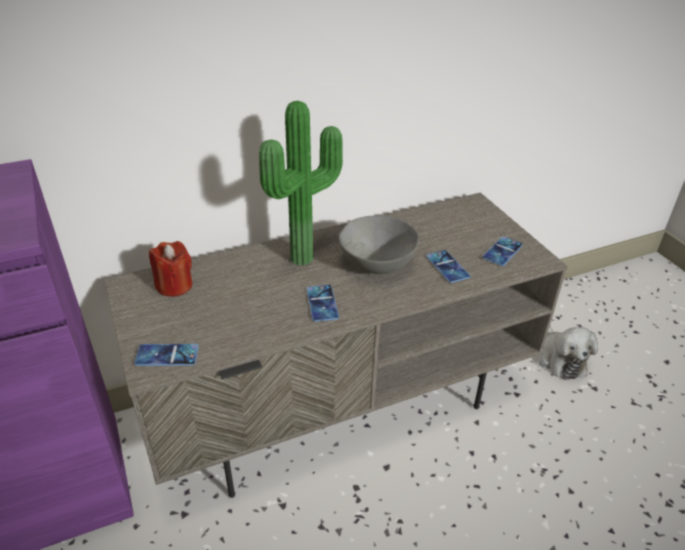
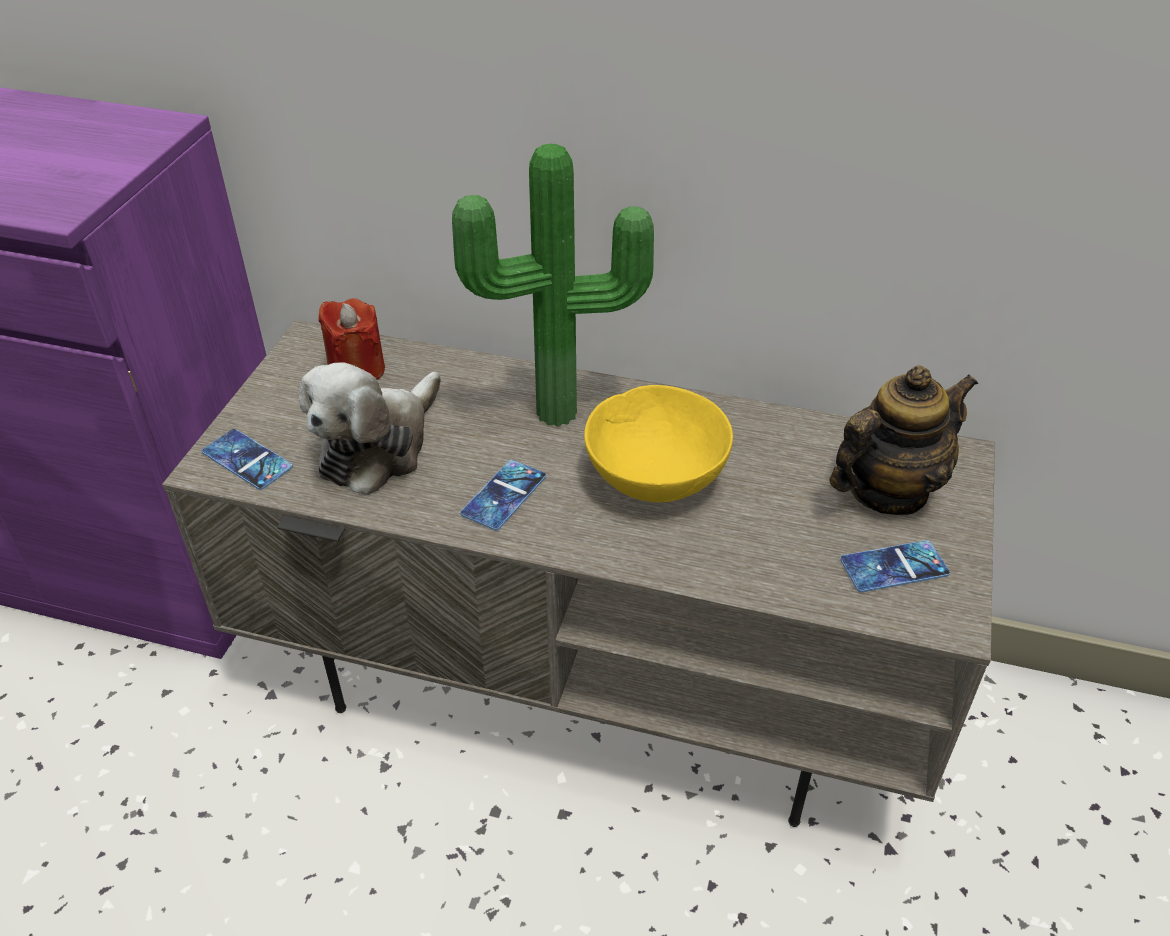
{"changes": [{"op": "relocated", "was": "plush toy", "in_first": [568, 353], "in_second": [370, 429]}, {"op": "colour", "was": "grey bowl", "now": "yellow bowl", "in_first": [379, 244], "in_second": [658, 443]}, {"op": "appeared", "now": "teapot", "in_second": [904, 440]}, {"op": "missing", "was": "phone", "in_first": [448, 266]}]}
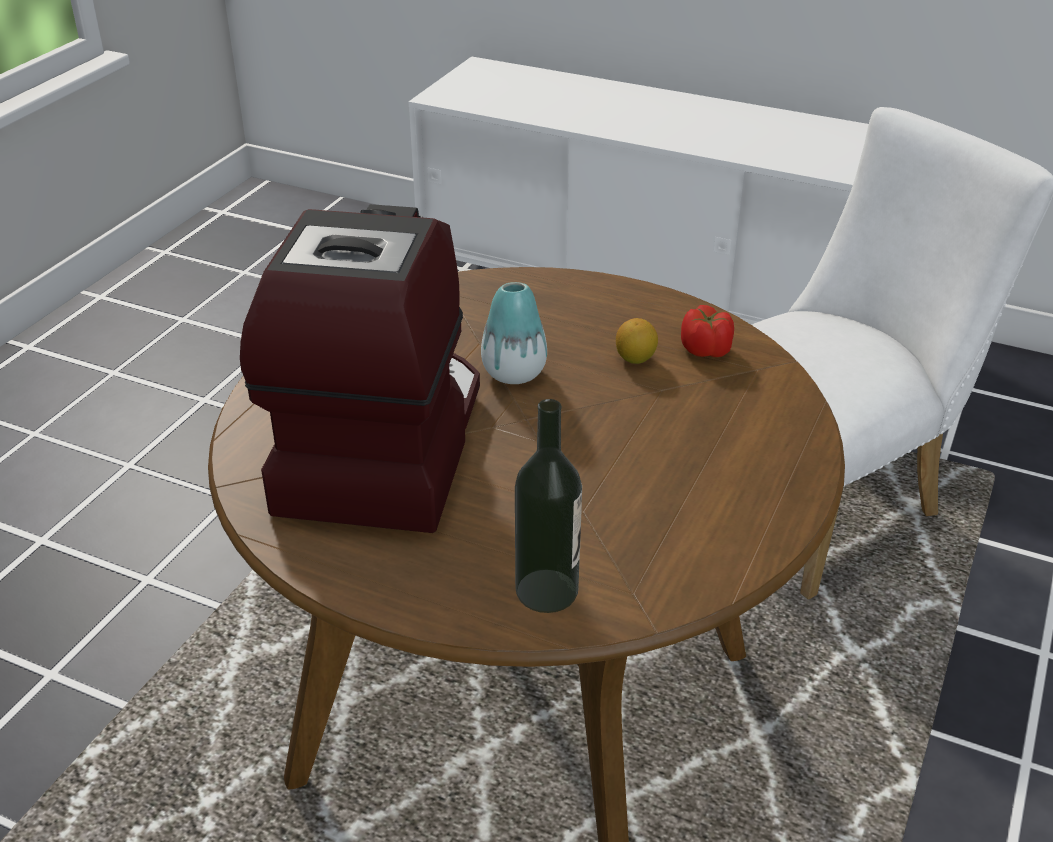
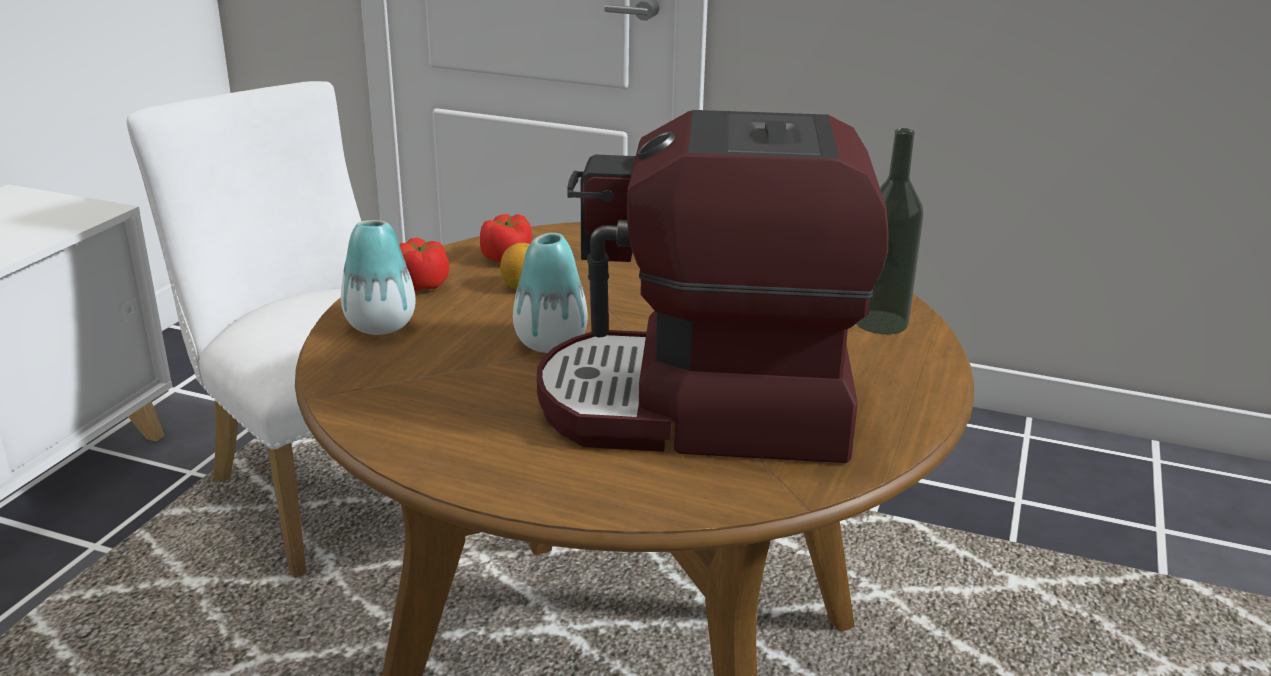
{"changes": [{"op": "appeared", "now": "vase", "in_second": [378, 277]}, {"op": "appeared", "now": "tomato", "in_second": [424, 264]}]}
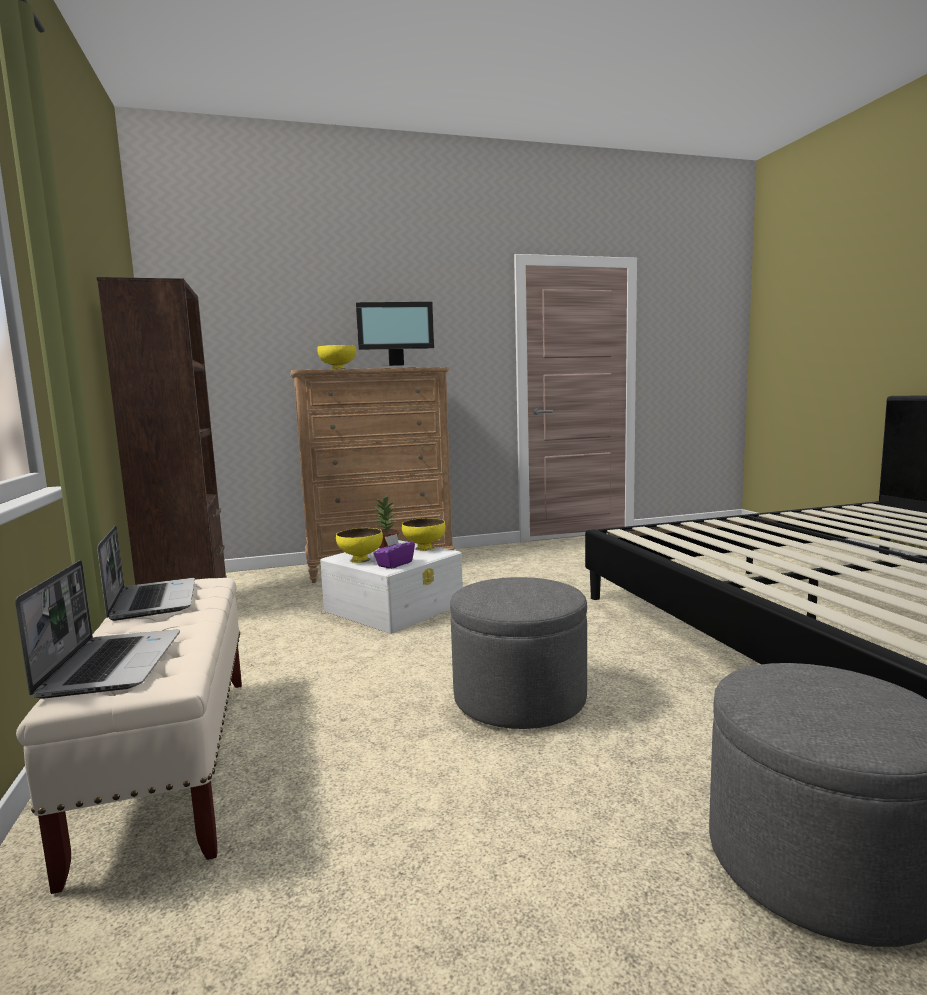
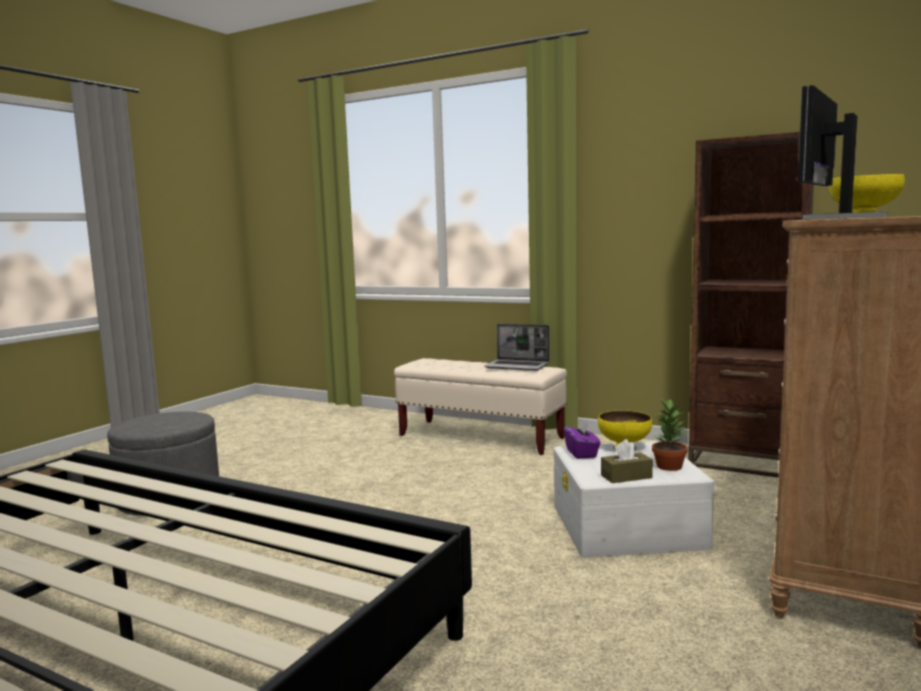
{"changes": [{"op": "exchanged", "was": "yellow bowl", "now": "brown tissue box", "in_first": [424, 534], "in_second": [627, 461]}, {"op": "missing", "was": "laptop", "in_first": [97, 629]}, {"op": "missing", "was": "grey ottoman", "in_first": [518, 653]}]}
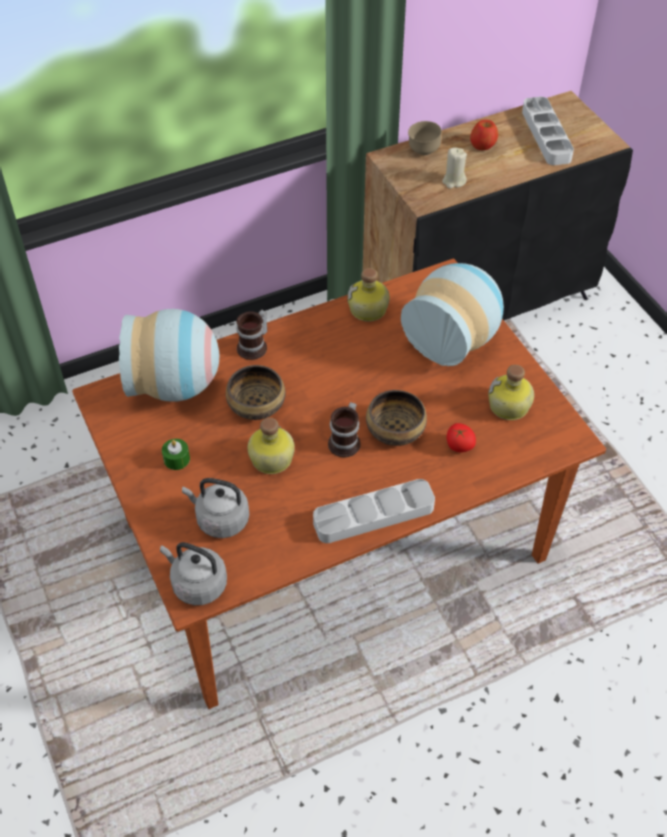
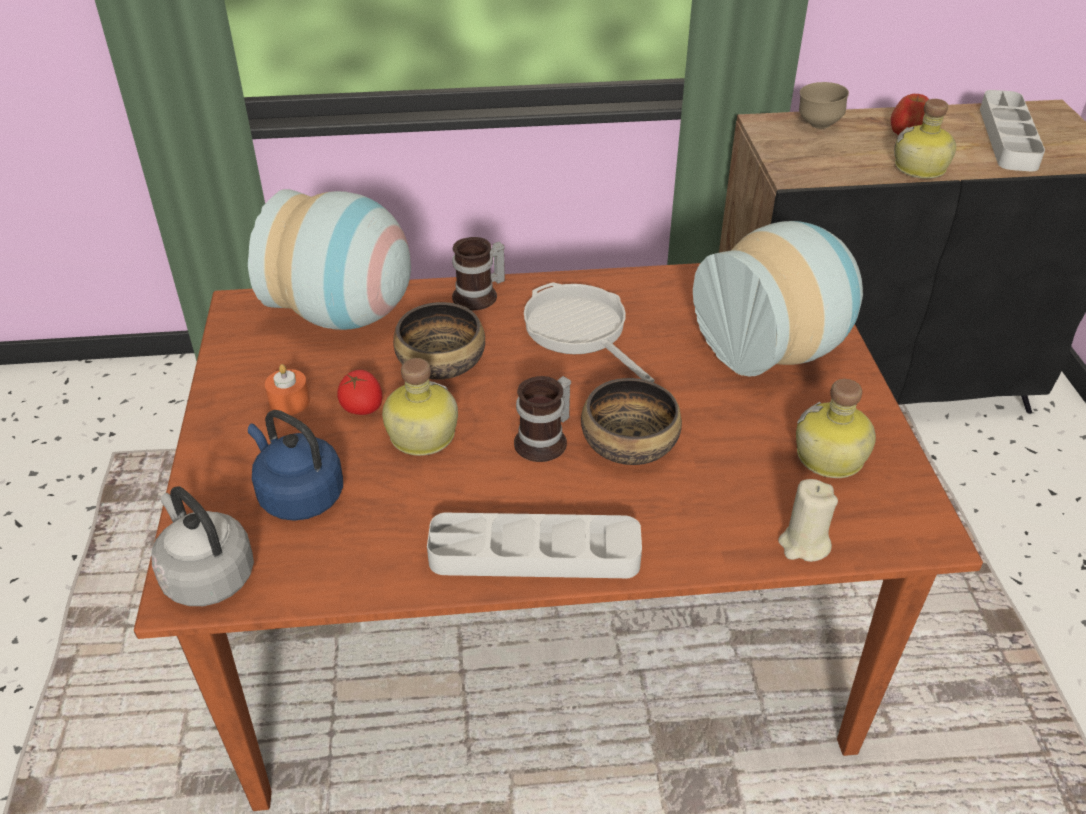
{"changes": [{"op": "colour", "was": "grey kettle", "now": "blue kettle", "in_first": [215, 508], "in_second": [295, 465]}, {"op": "colour", "was": "green candle", "now": "orange candle", "in_first": [176, 454], "in_second": [287, 389]}, {"op": "relocated", "was": "tomato", "in_first": [461, 437], "in_second": [359, 392]}, {"op": "appeared", "now": "frying pan", "in_second": [589, 332]}, {"op": "relocated", "was": "beige candle", "in_first": [454, 168], "in_second": [808, 520]}, {"op": "relocated", "was": "bottle", "in_first": [368, 294], "in_second": [925, 139]}]}
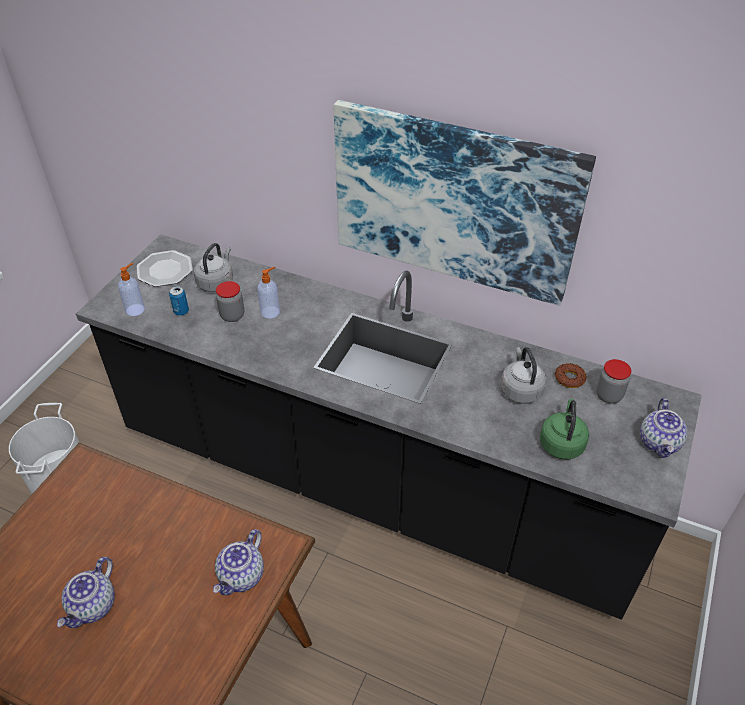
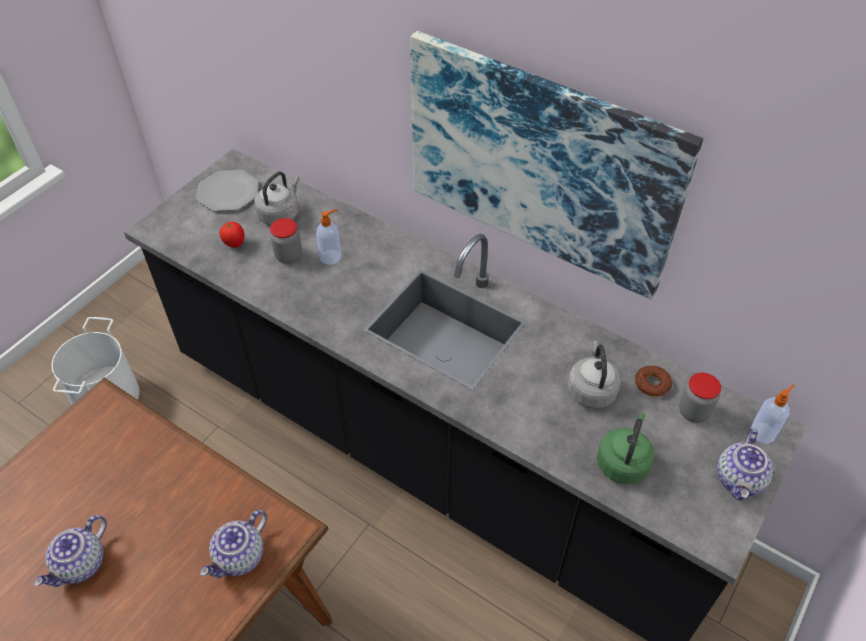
{"changes": [{"op": "exchanged", "was": "can", "now": "tomato", "in_first": [179, 301], "in_second": [232, 235]}, {"op": "relocated", "was": "soap dispenser", "in_first": [131, 289], "in_second": [772, 414]}]}
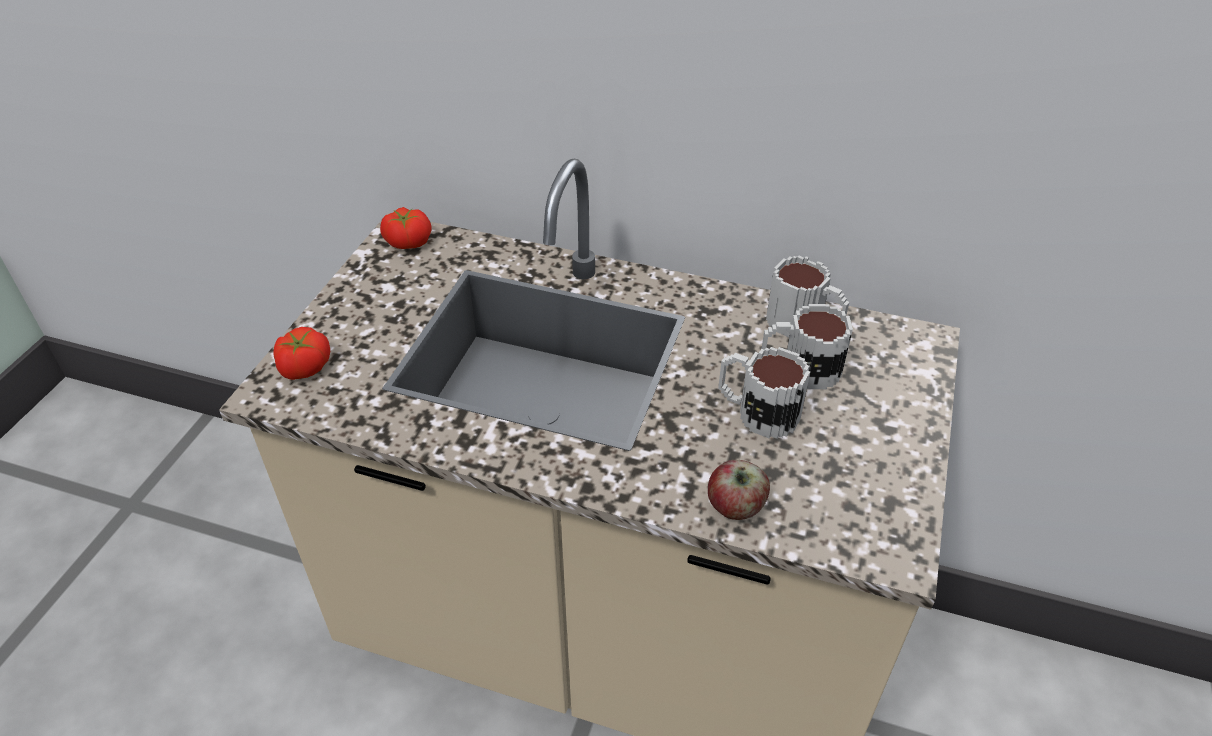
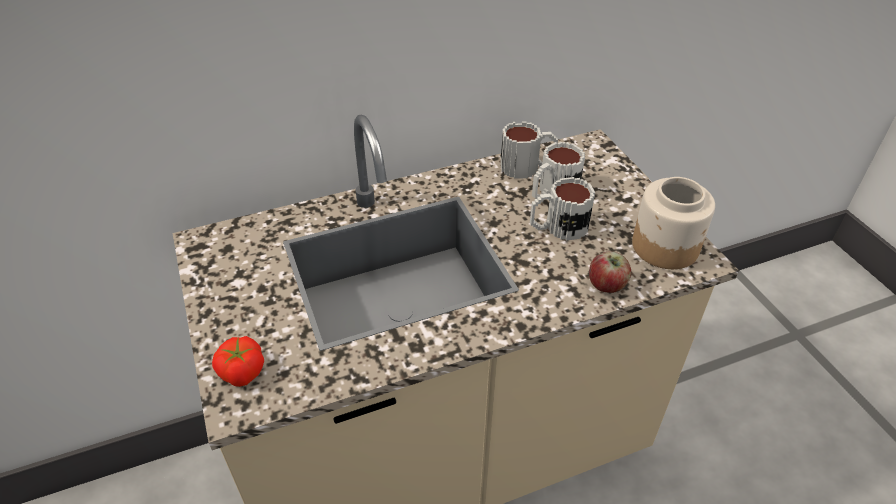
{"changes": [{"op": "appeared", "now": "jar", "in_second": [673, 223]}, {"op": "missing", "was": "tomato", "in_first": [406, 228]}]}
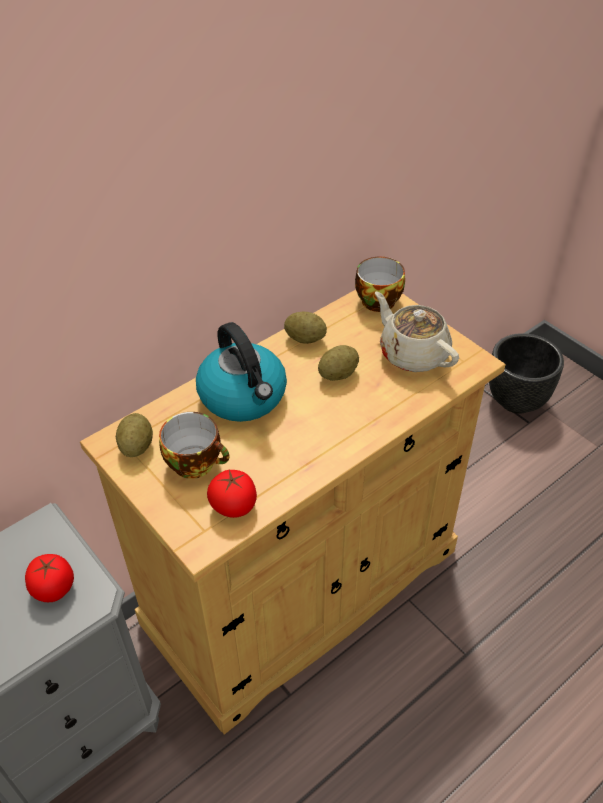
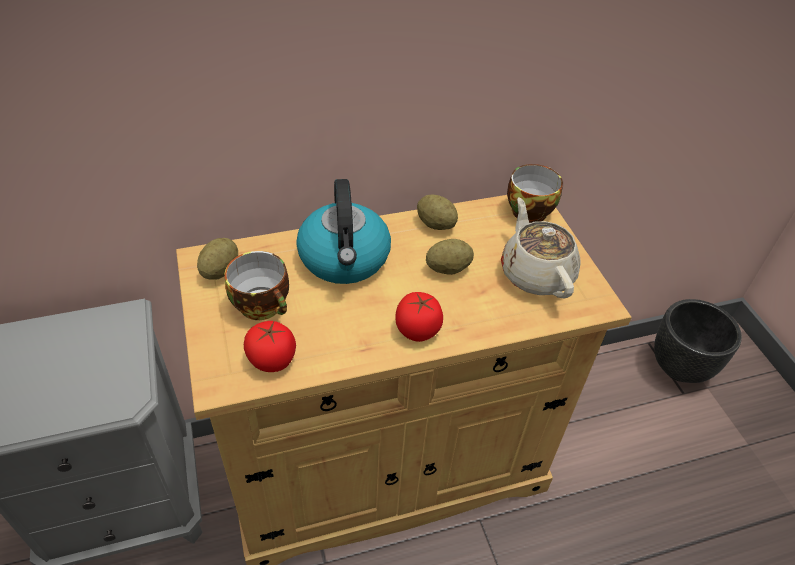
{"changes": [{"op": "relocated", "was": "tomato", "in_first": [49, 578], "in_second": [419, 317]}]}
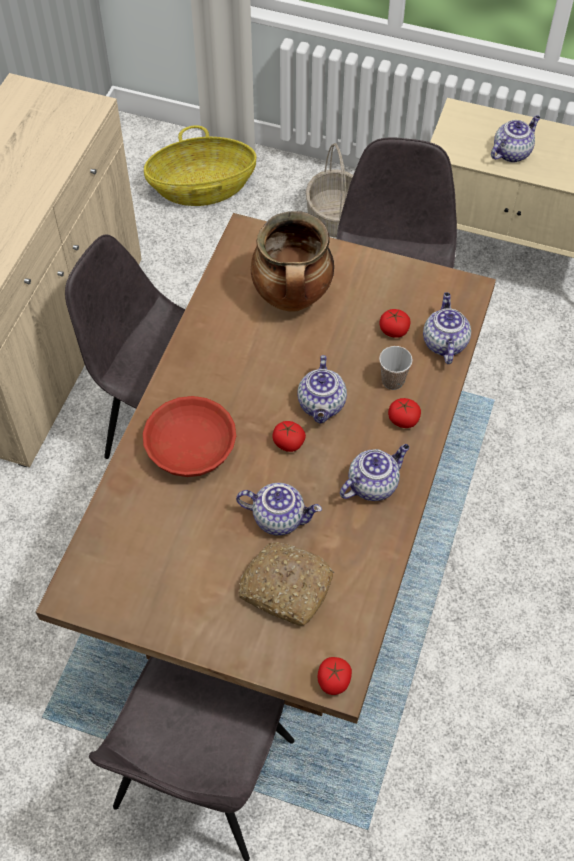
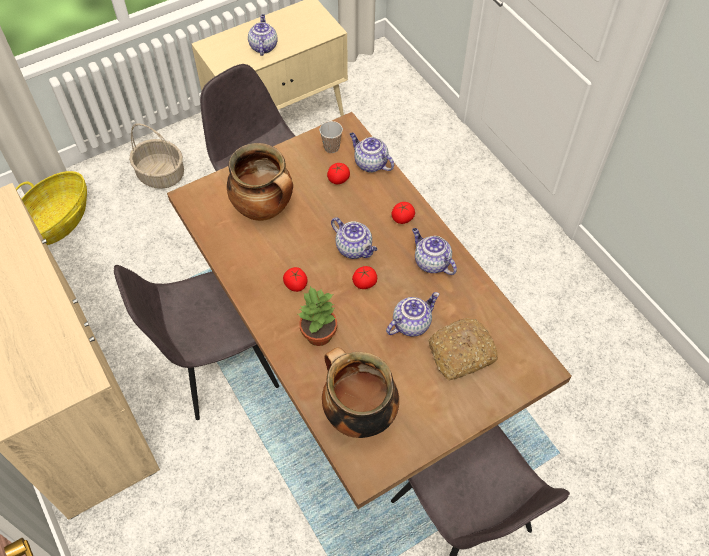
{"changes": [{"op": "relocated", "was": "tomato", "in_first": [335, 676], "in_second": [295, 279]}, {"op": "exchanged", "was": "red bowl", "now": "potted plant", "in_first": [189, 436], "in_second": [317, 316]}, {"op": "relocated", "was": "cup", "in_first": [396, 368], "in_second": [331, 137]}, {"op": "appeared", "now": "cooking pot", "in_second": [360, 392]}, {"op": "spun", "was": "teapot", "in_first": [374, 472], "in_second": [434, 251], "clockwise": -45}]}
